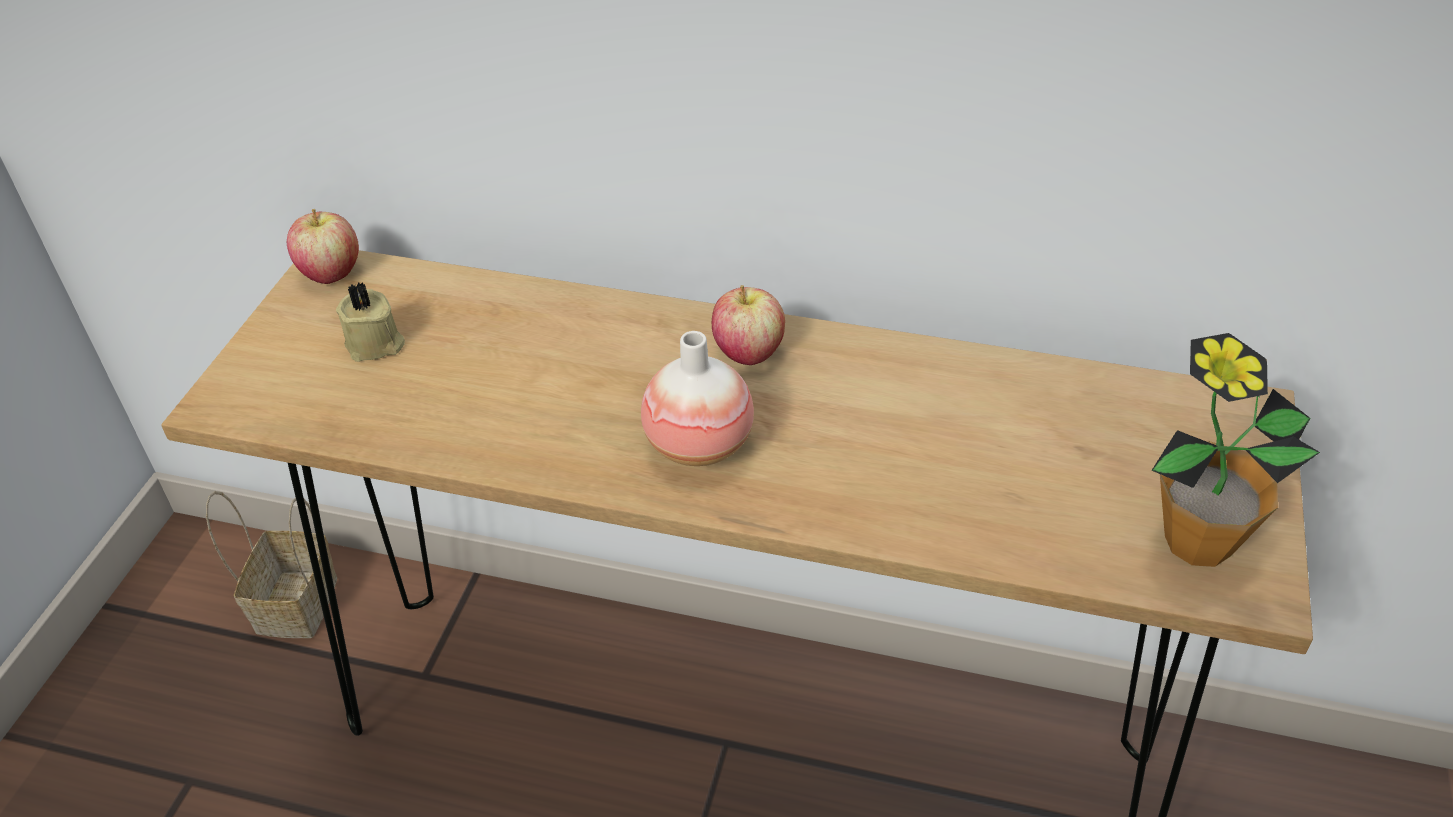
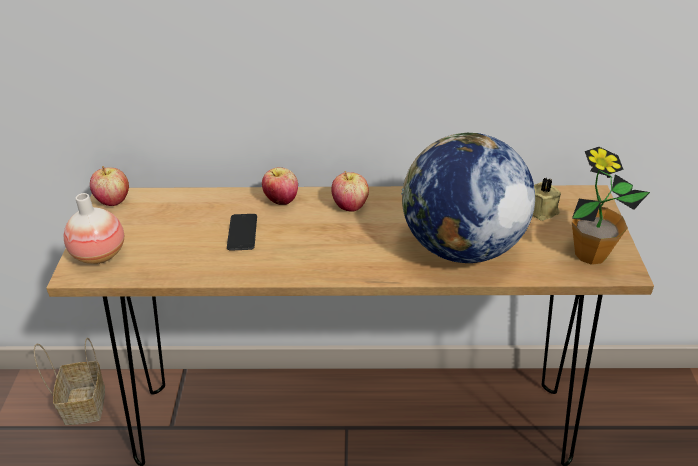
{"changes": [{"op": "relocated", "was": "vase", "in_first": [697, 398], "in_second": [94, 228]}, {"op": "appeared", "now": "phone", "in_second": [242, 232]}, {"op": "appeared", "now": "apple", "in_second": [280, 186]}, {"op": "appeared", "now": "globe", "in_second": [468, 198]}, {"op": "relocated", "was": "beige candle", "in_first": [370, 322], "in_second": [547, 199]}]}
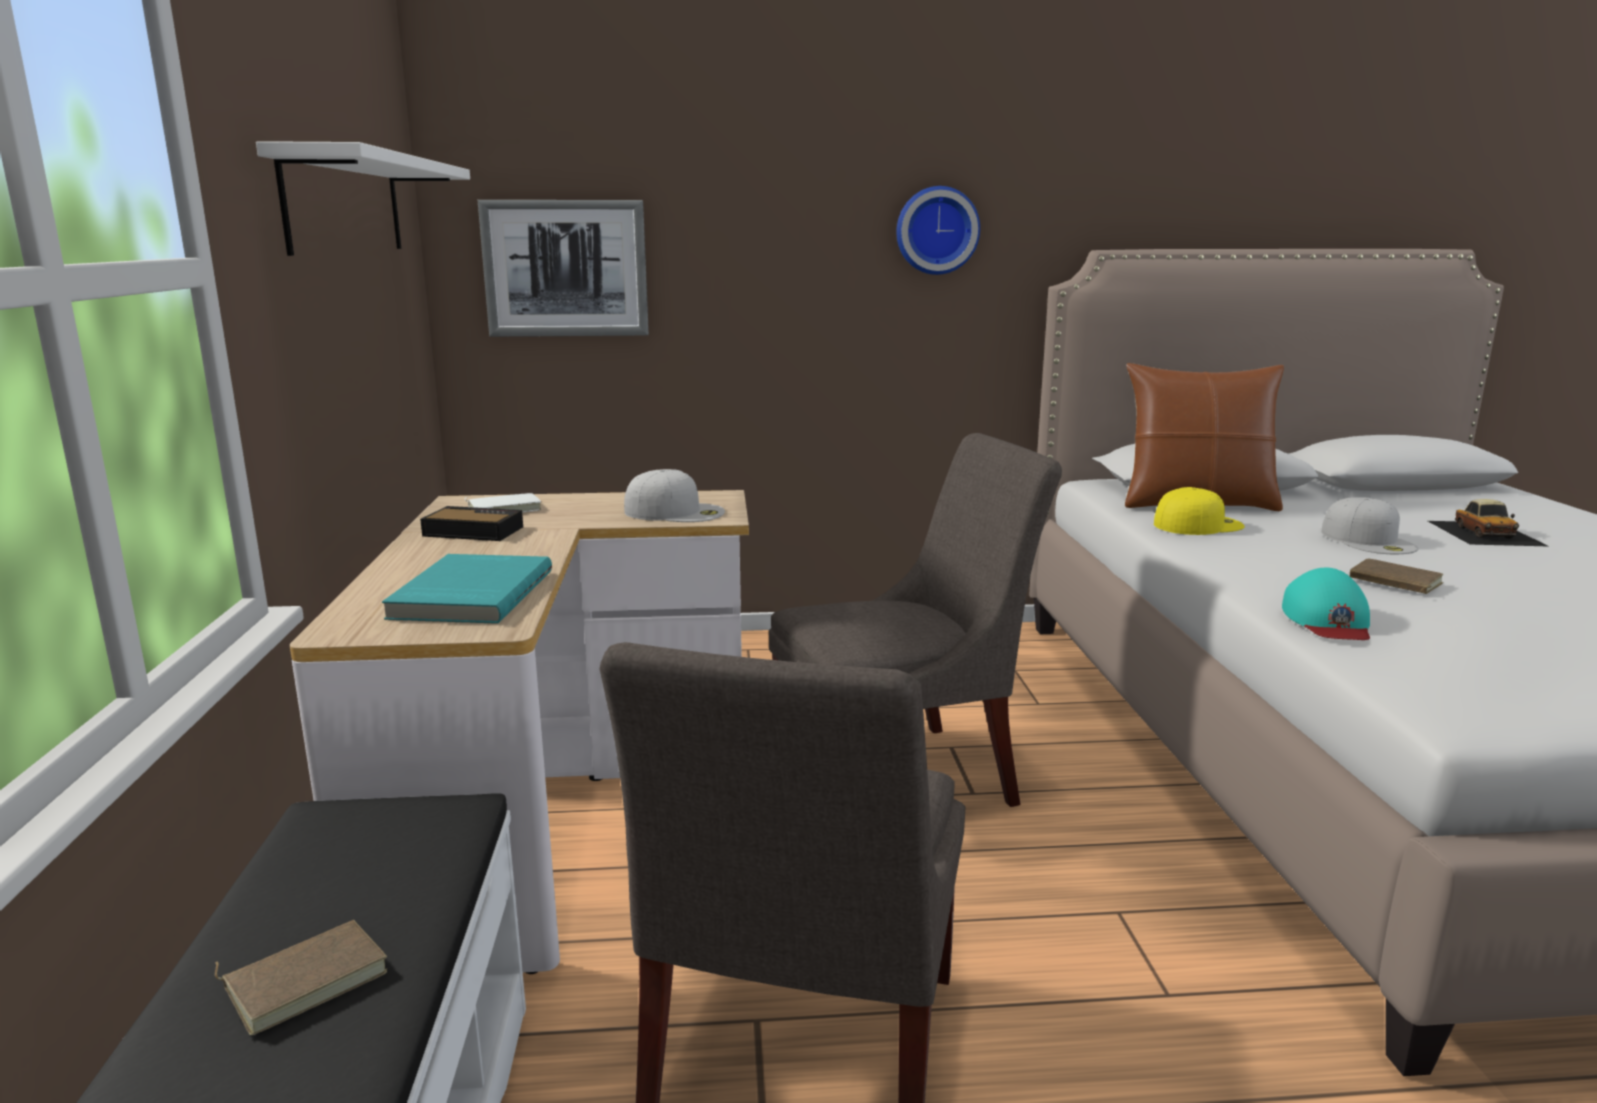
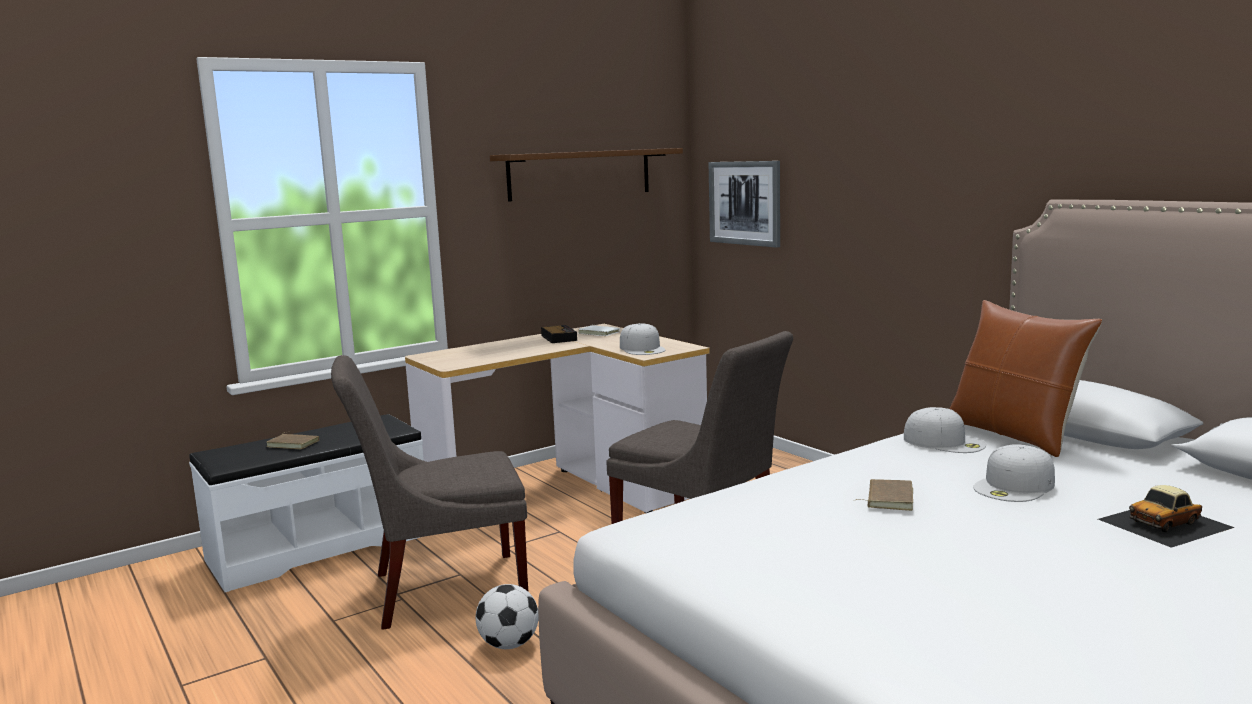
{"changes": [{"op": "appeared", "now": "football", "in_second": [507, 616]}, {"op": "colour", "was": "white shelf", "now": "brown shelf", "in_first": [363, 198], "in_second": [586, 175]}, {"op": "colour", "was": "yellow cap", "now": "white cap", "in_first": [1199, 511], "in_second": [945, 430]}, {"op": "missing", "was": "turquoise book", "in_first": [467, 589]}, {"op": "missing", "was": "wall clock", "in_first": [938, 230]}, {"op": "missing", "was": "turquoise cap", "in_first": [1326, 604]}]}
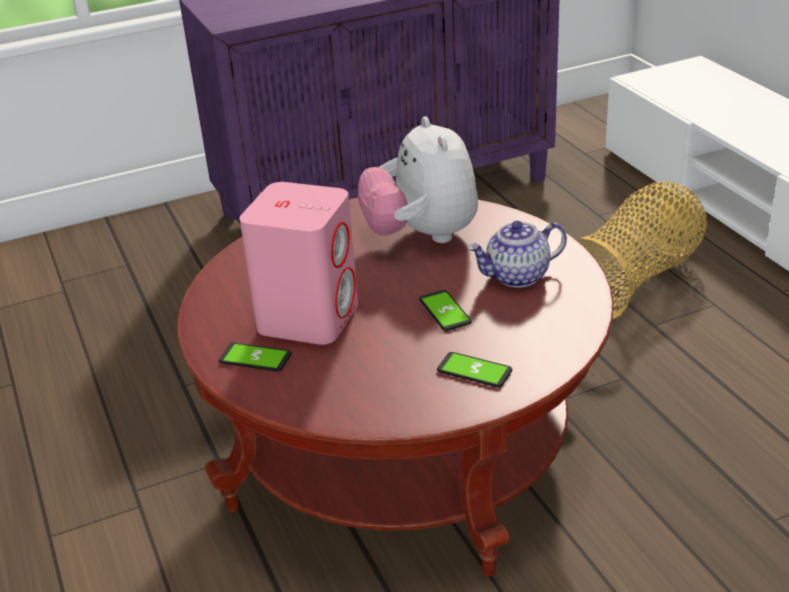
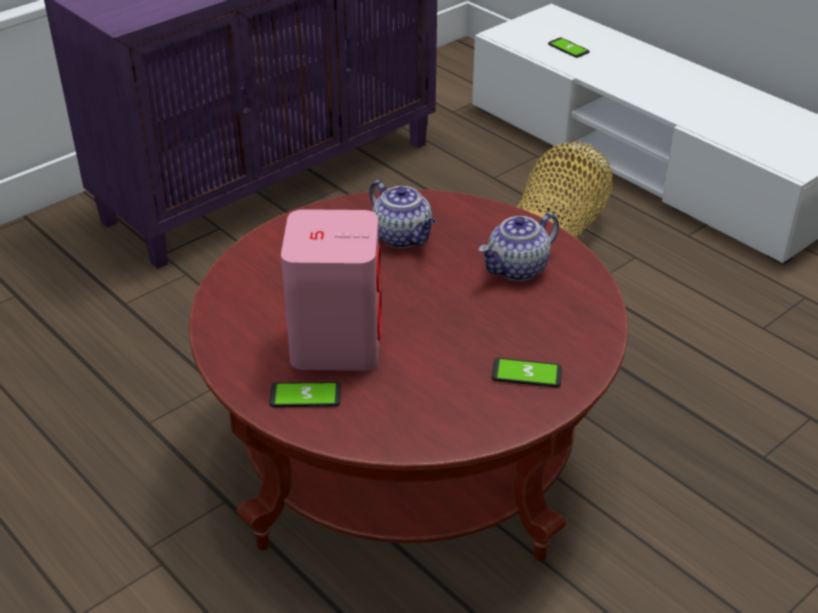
{"changes": [{"op": "exchanged", "was": "plush toy", "now": "teapot", "in_first": [418, 179], "in_second": [402, 214]}, {"op": "relocated", "was": "phone", "in_first": [445, 310], "in_second": [569, 48]}]}
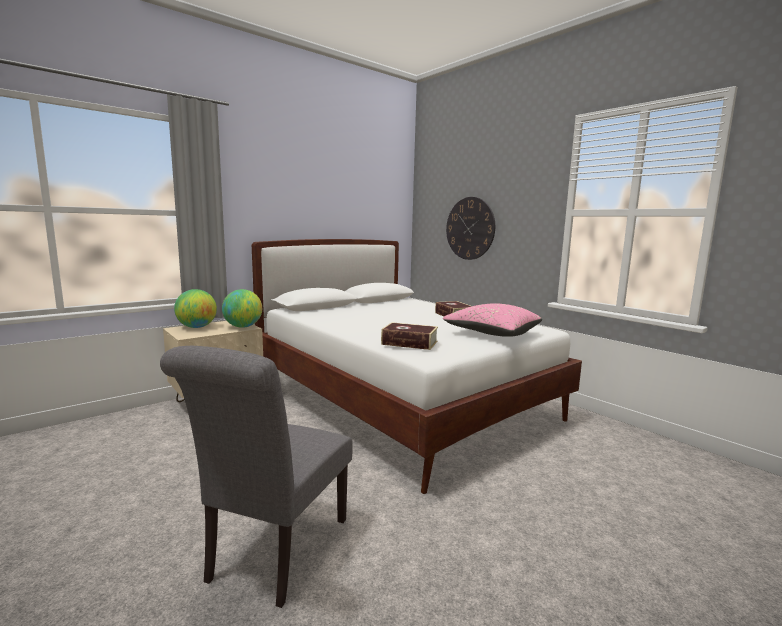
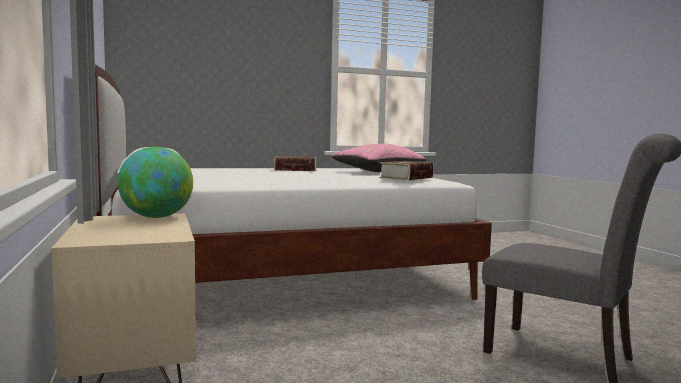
{"changes": [{"op": "missing", "was": "globe", "in_first": [195, 308]}, {"op": "missing", "was": "wall clock", "in_first": [470, 228]}]}
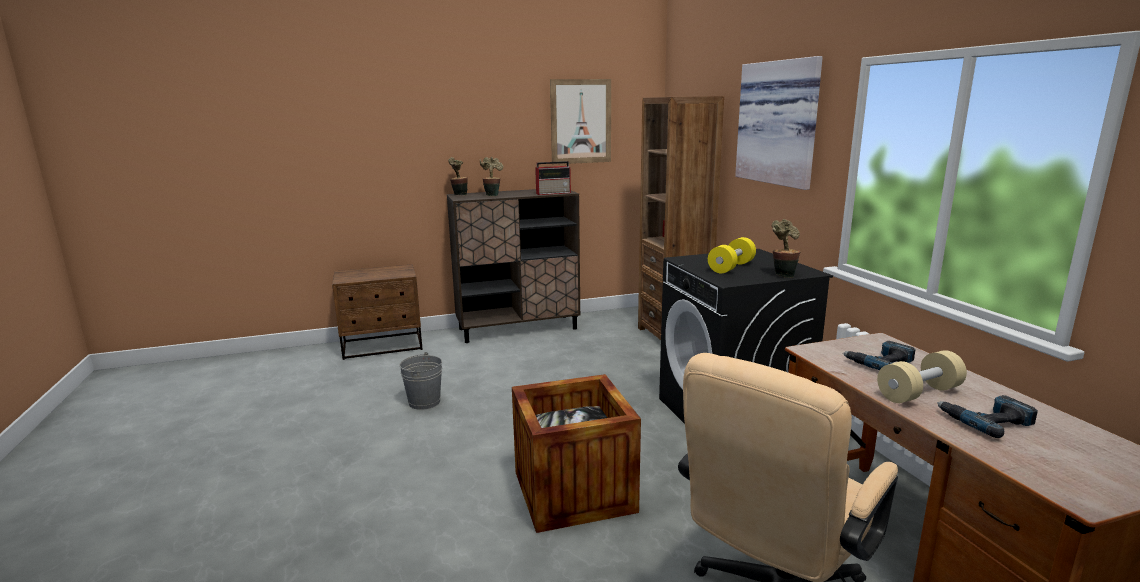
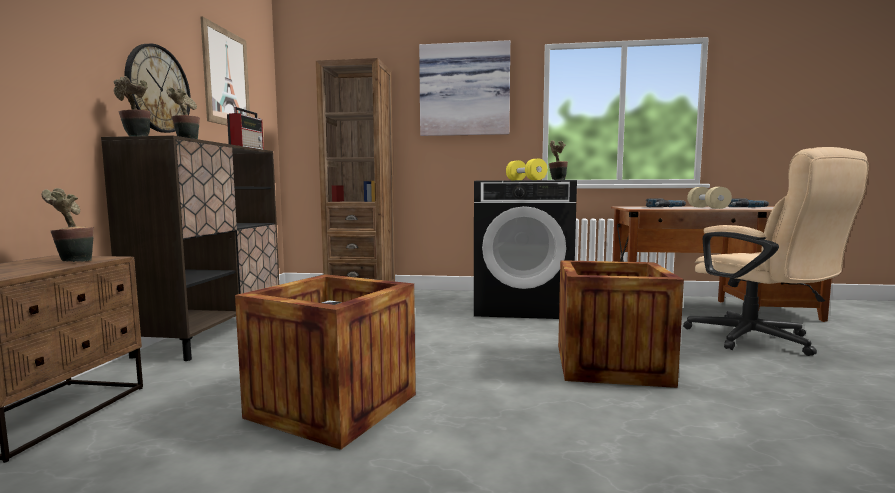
{"changes": [{"op": "appeared", "now": "potted plant", "in_second": [67, 225]}, {"op": "appeared", "now": "wall clock", "in_second": [158, 88]}, {"op": "exchanged", "was": "grey bucket", "now": "crate", "in_first": [420, 381], "in_second": [325, 362]}]}
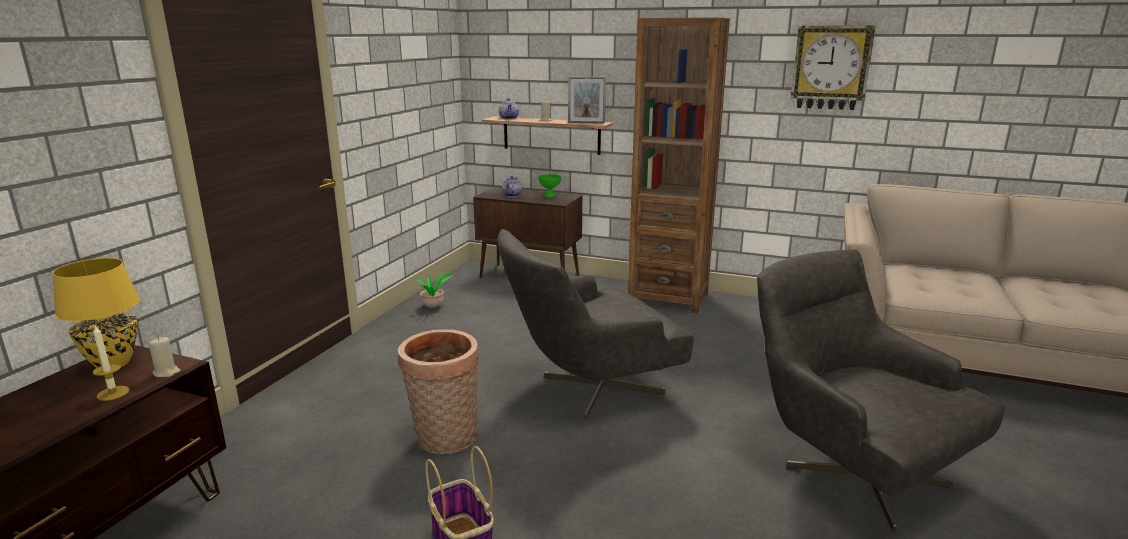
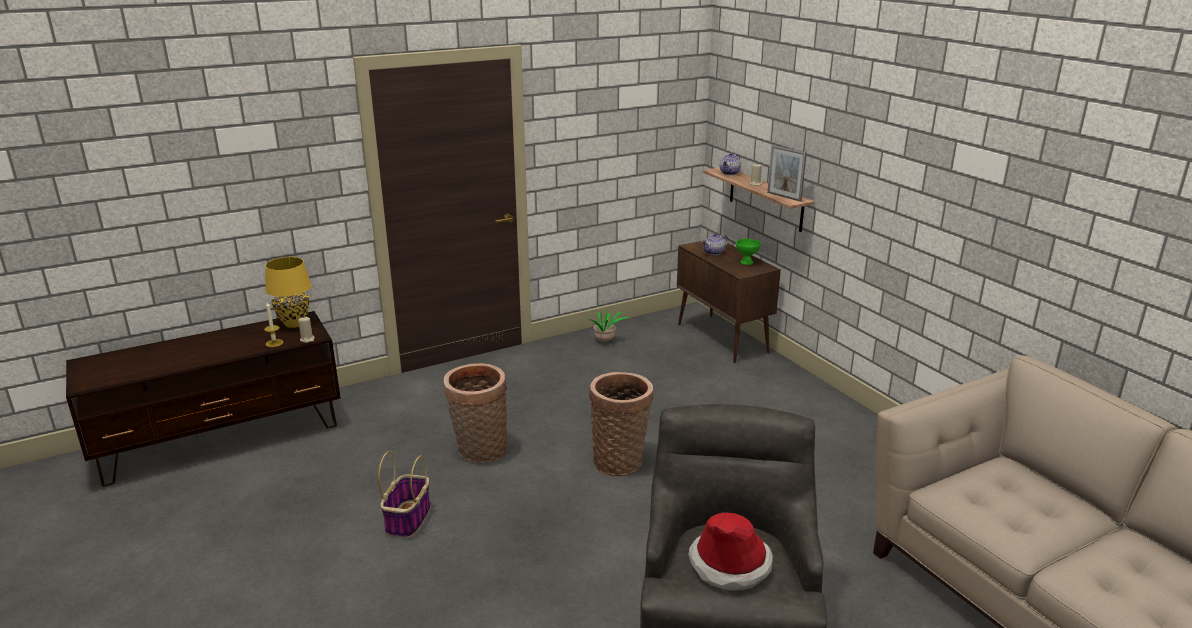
{"changes": [{"op": "exchanged", "was": "grey armchair", "now": "basket", "in_first": [596, 324], "in_second": [621, 424]}, {"op": "appeared", "now": "hat", "in_second": [730, 551]}, {"op": "missing", "was": "brown bookcase", "in_first": [679, 165]}, {"op": "missing", "was": "wall clock", "in_first": [833, 67]}]}
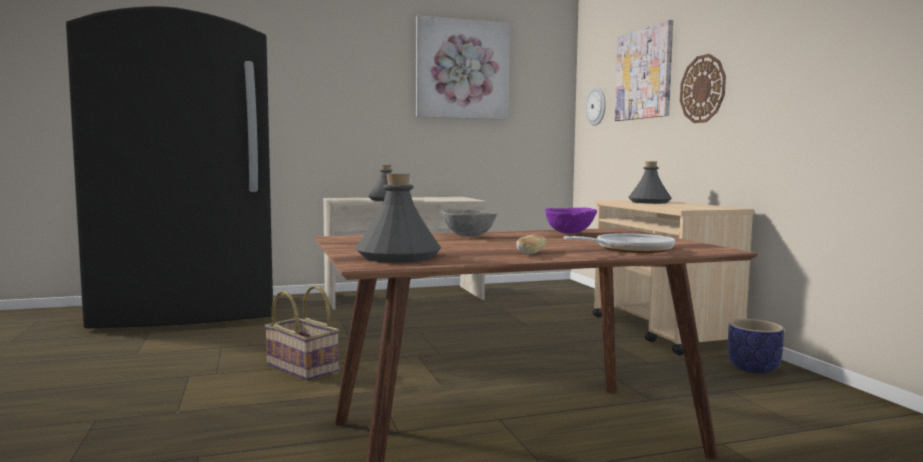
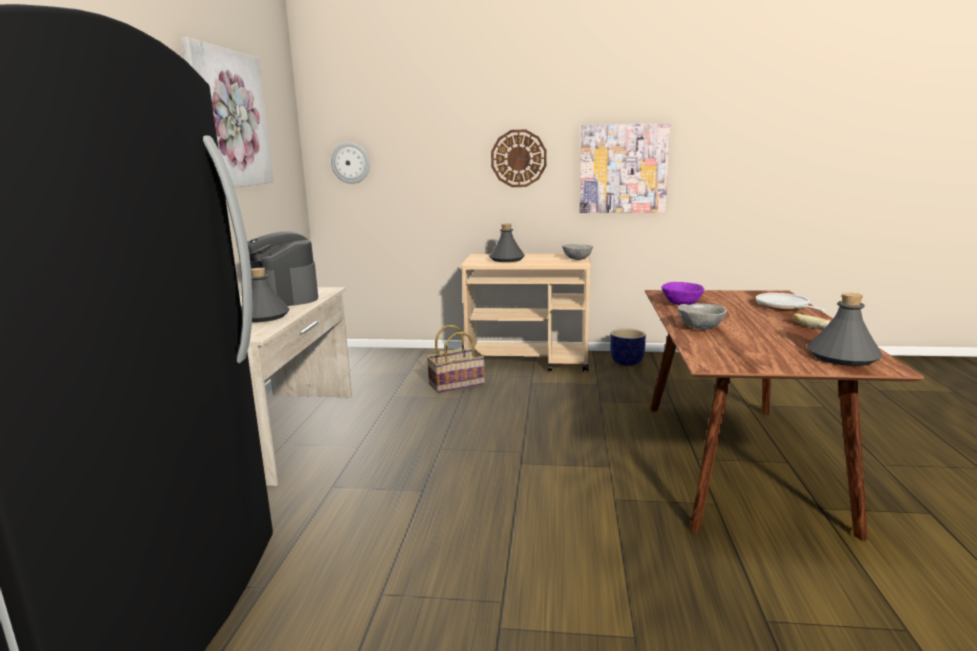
{"changes": [{"op": "appeared", "now": "coffee machine", "in_second": [282, 268]}, {"op": "relocated", "was": "basket", "in_first": [302, 332], "in_second": [456, 359]}, {"op": "appeared", "now": "grey bowl", "in_second": [577, 252]}, {"op": "relocated", "was": "picture", "in_first": [644, 70], "in_second": [625, 168]}]}
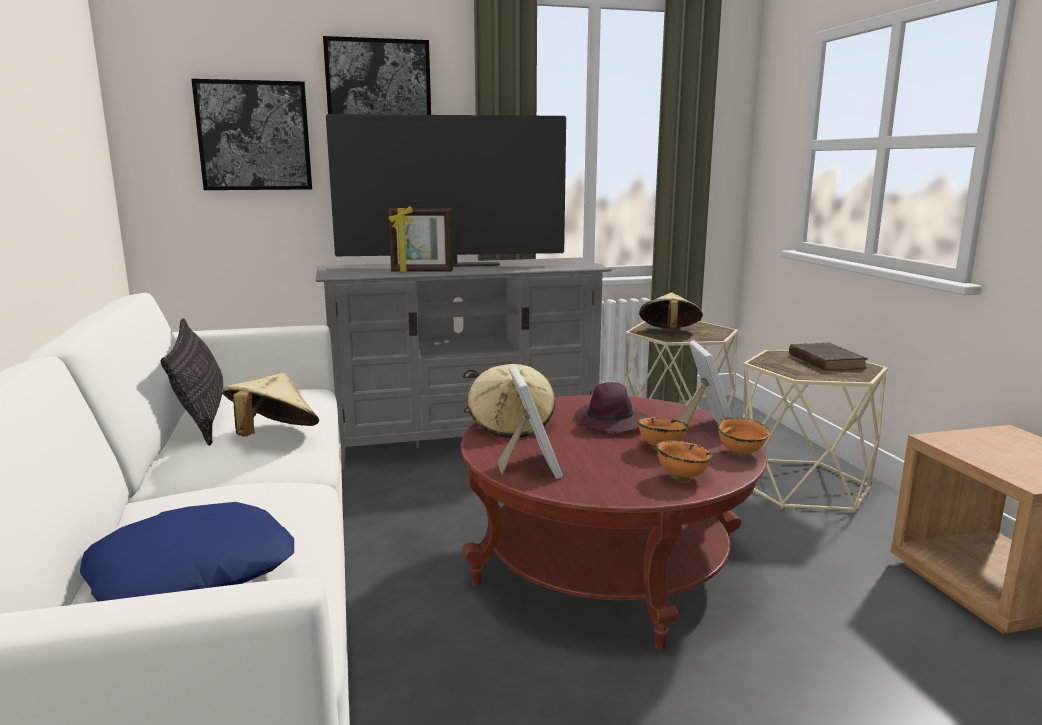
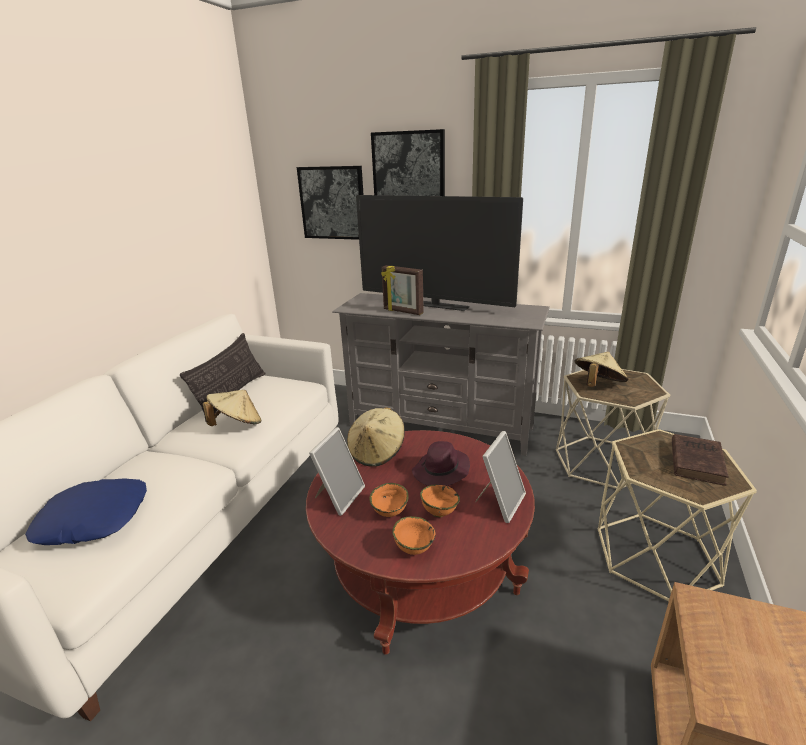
{"changes": [{"op": "relocated", "was": "orange bowl", "in_first": [743, 436], "in_second": [389, 500]}]}
